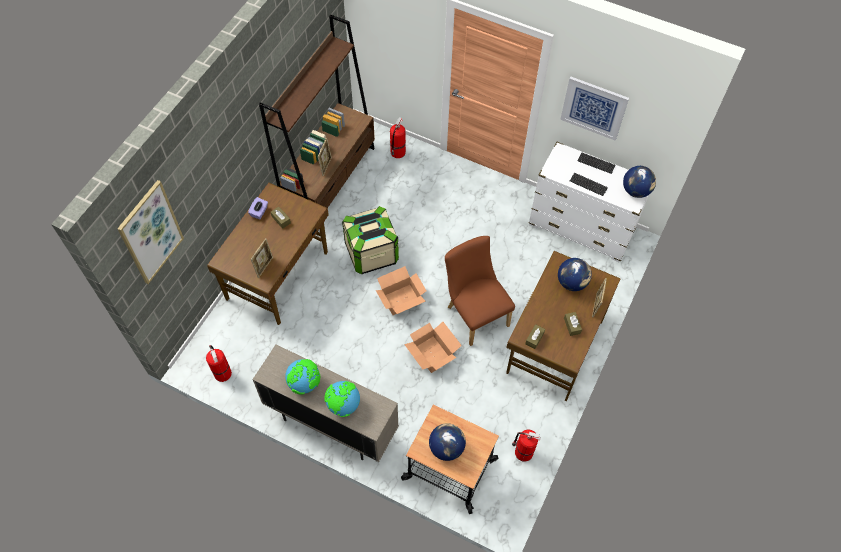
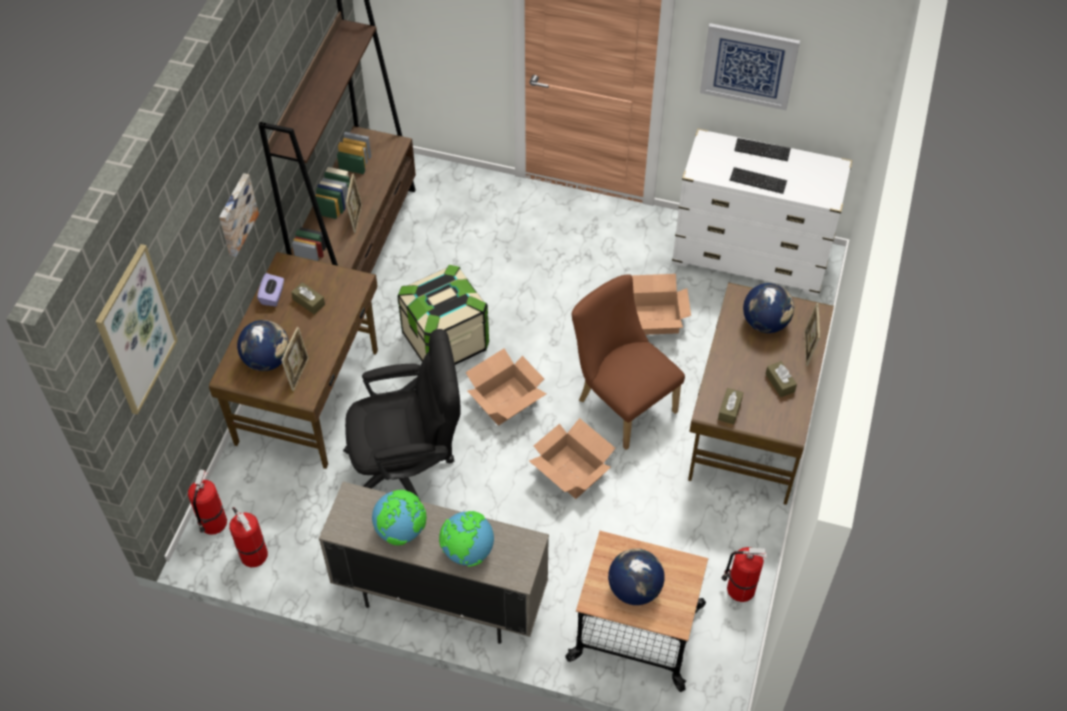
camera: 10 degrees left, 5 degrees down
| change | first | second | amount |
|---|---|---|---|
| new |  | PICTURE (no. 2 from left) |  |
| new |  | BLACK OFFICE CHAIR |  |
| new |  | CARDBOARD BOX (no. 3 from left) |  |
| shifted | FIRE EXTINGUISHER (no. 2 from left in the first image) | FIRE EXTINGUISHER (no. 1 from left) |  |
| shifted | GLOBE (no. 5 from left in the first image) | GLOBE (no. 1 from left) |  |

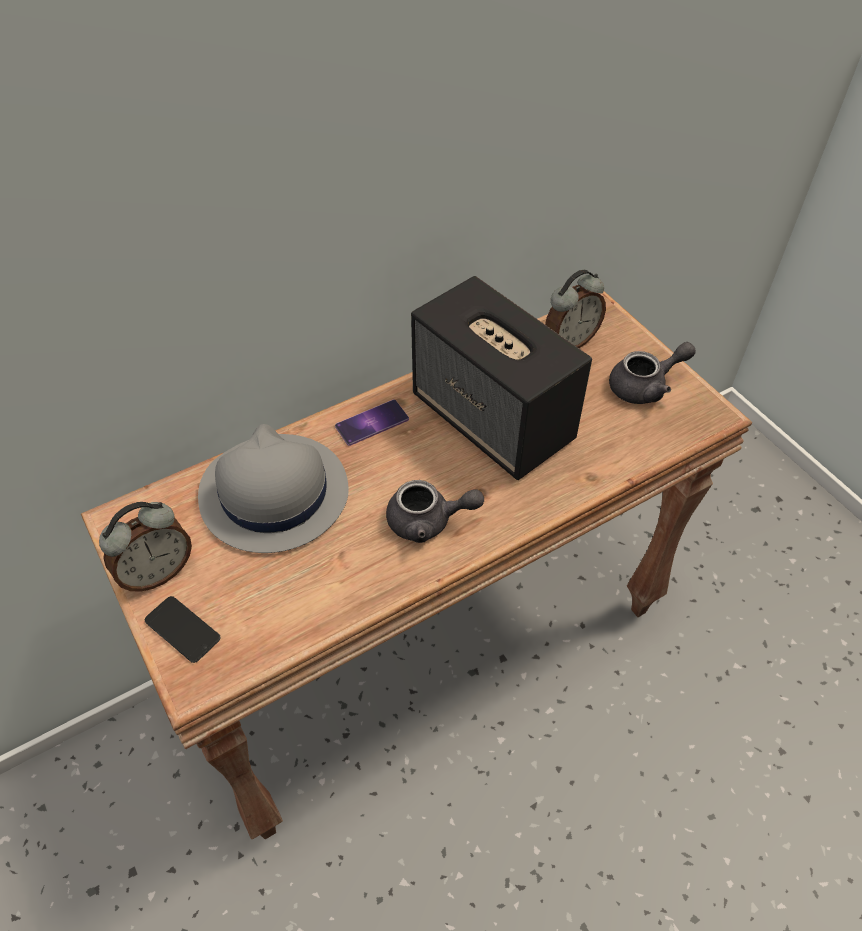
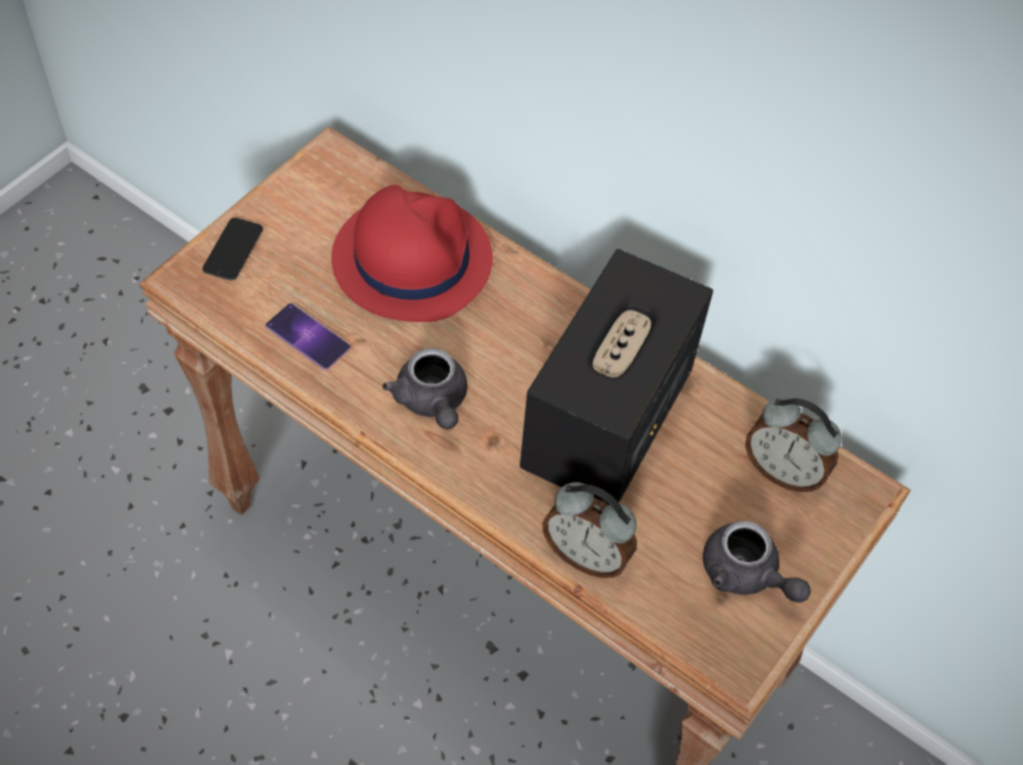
camera: 65 degrees right, 5 degrees up
| change | first | second | amount |
|---|---|---|---|
| shifted | ALARM CLOCK (no. 1 from left) |  |  |
| shifted | PHONE (no. 2 from left) |  |  |
| repainted | GREY HAT | RED HAT |  |

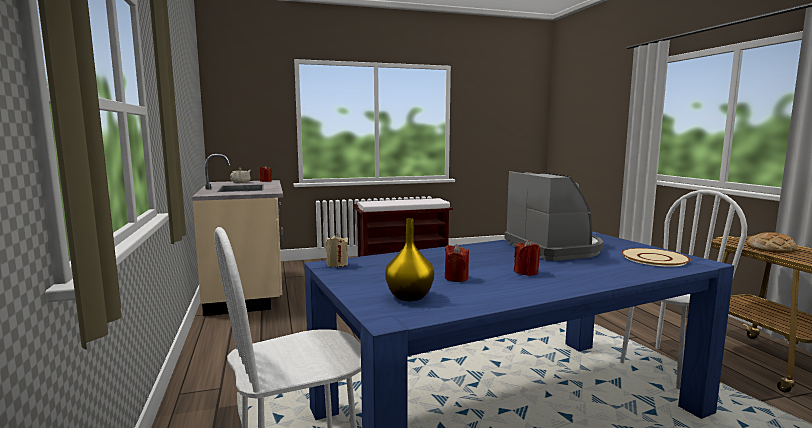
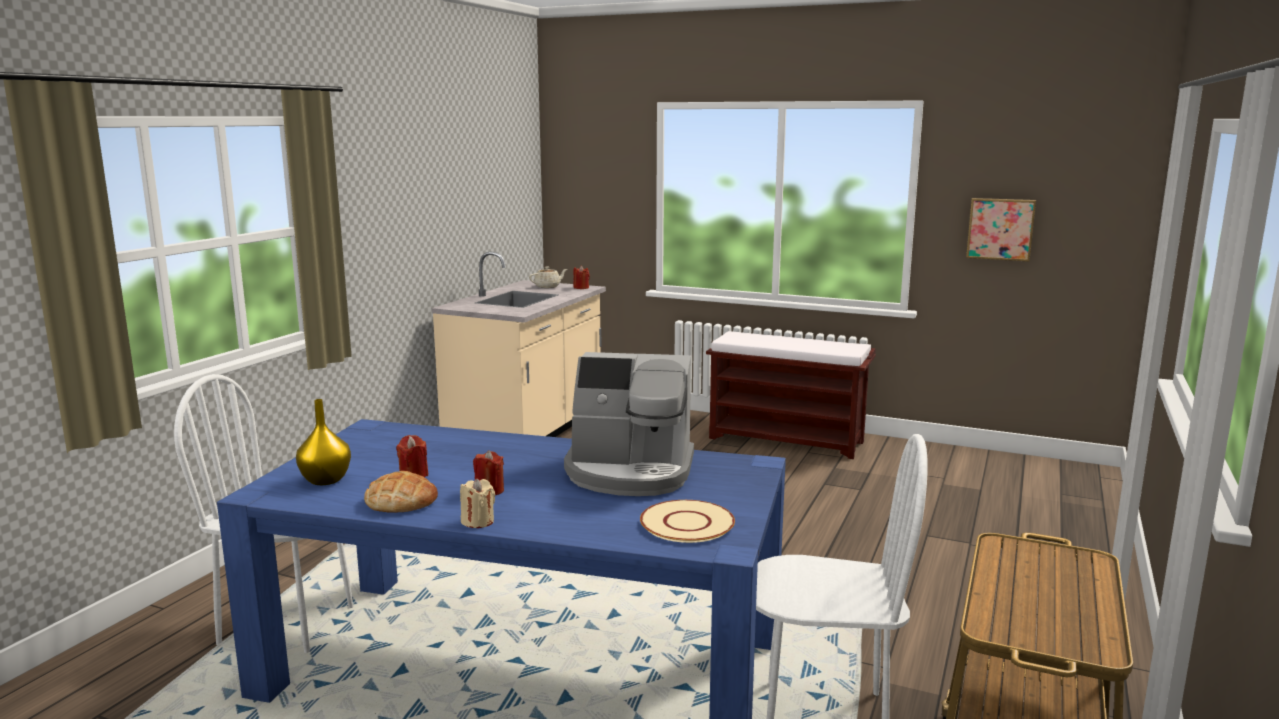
camera: 40 degrees right, 5 degrees up
| change | first | second | amount |
|---|---|---|---|
| new |  | PICTURE |  |
| shifted | BEIGE CANDLE |  |  |
| shifted | BREAD |  |  |
| rotated | COFFEE MACHINE |  | 75 degrees clockwise |

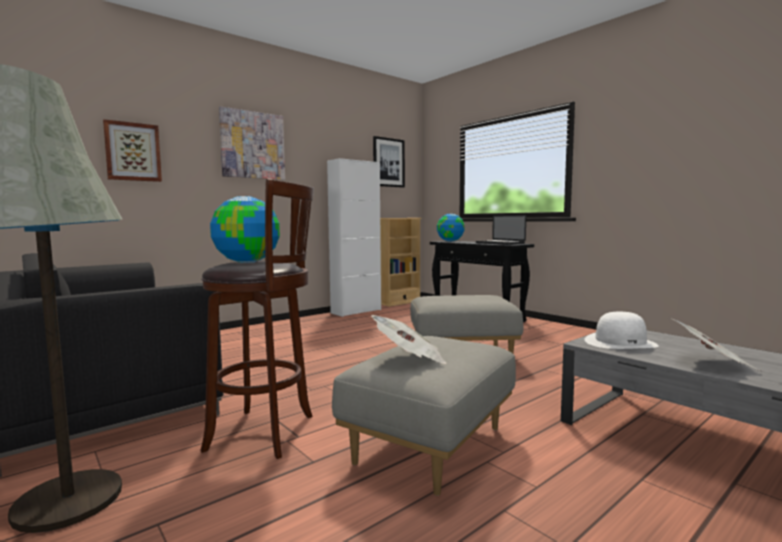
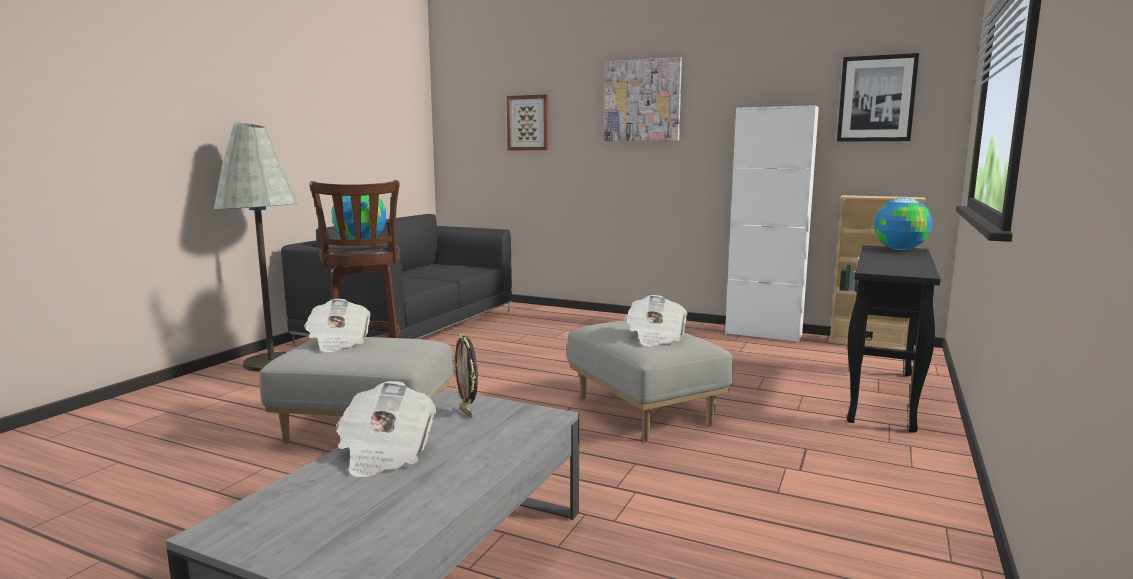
camera: 65 degrees right, 5 degrees up
| change | first | second | amount |
|---|---|---|---|
| gone | LAPTOP |  |  |
| new |  | NEWSPAPER (no. 3 from left) |  |
| swapped | WHITE HAT | PICTURE FRAME |  |

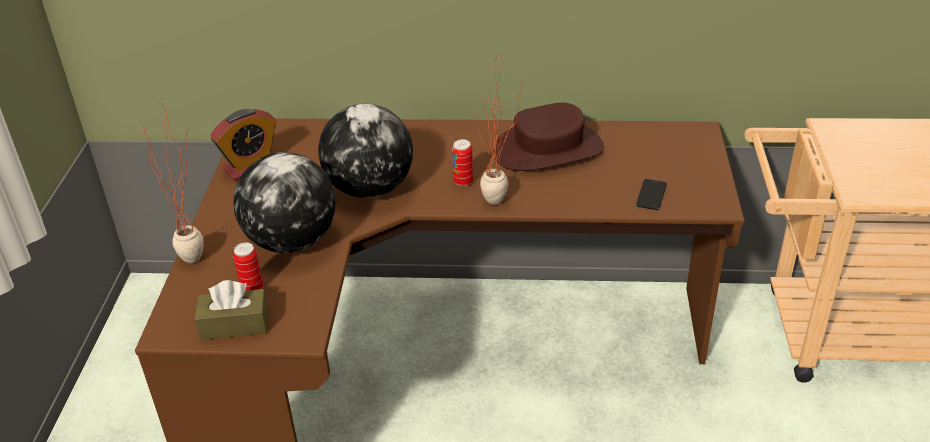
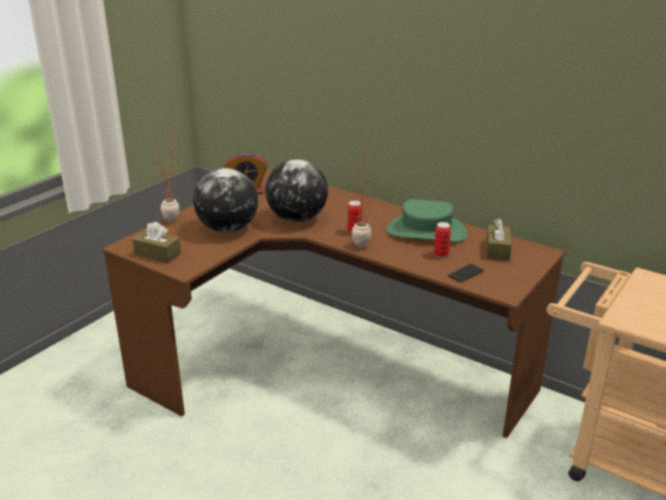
camera: 30 degrees right, 10 degrees down
| change | first | second | amount |
|---|---|---|---|
| new |  | BROWN TISSUE BOX (no. 2 from left) |  |
| shifted | CAN (no. 1 from left in the first image) | CAN (no. 2 from left) |  |
| repainted | BROWN HAT | GREEN HAT |  |

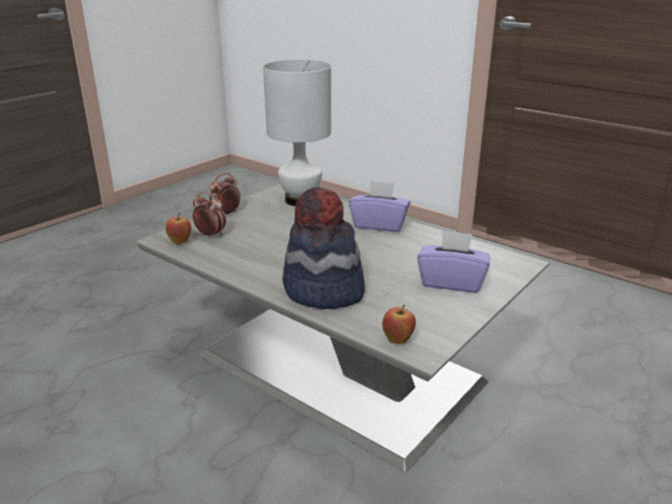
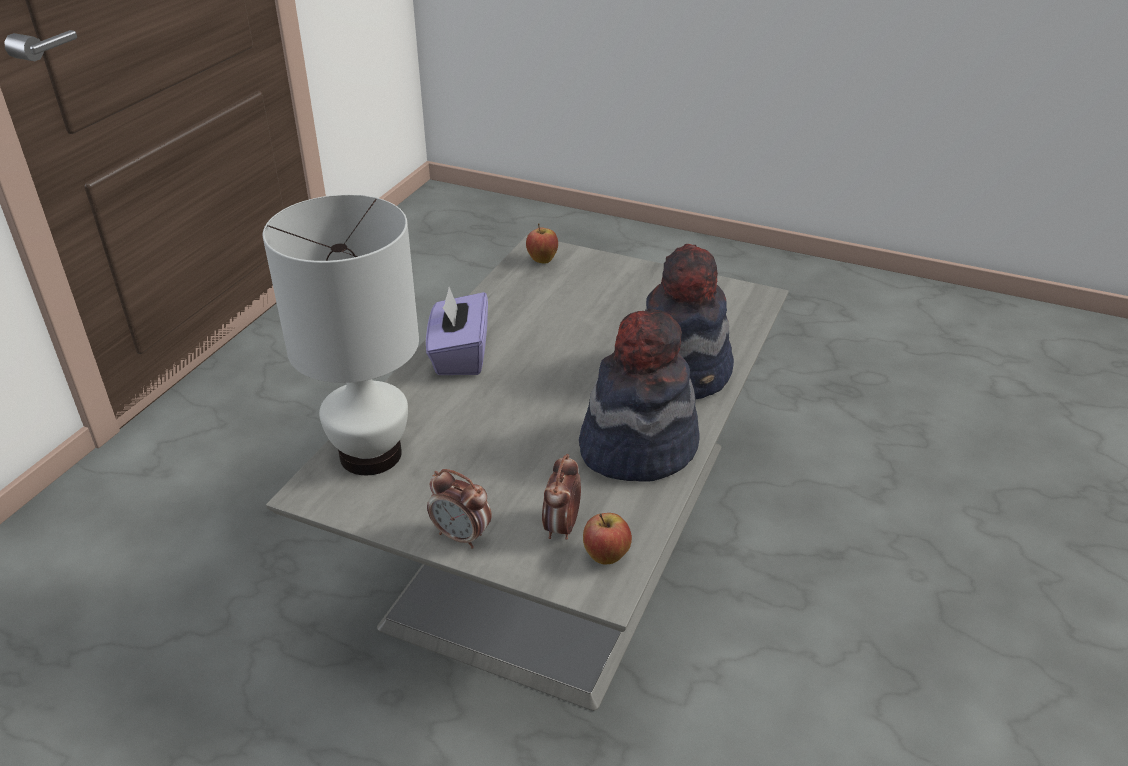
camera: 105 degrees left, 10 degrees up
| change | first | second | amount |
|---|---|---|---|
| gone | PURPLE TISSUE BOX (no. 2 from left) |  |  |
| new |  | HAT (no. 1 from left) |  |
| shifted | APPLE (no. 2 from left in the first image) | APPLE (no. 1 from left) |  |

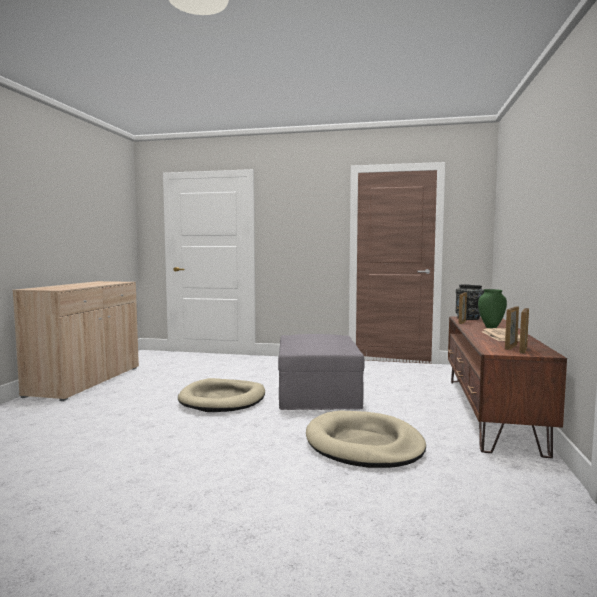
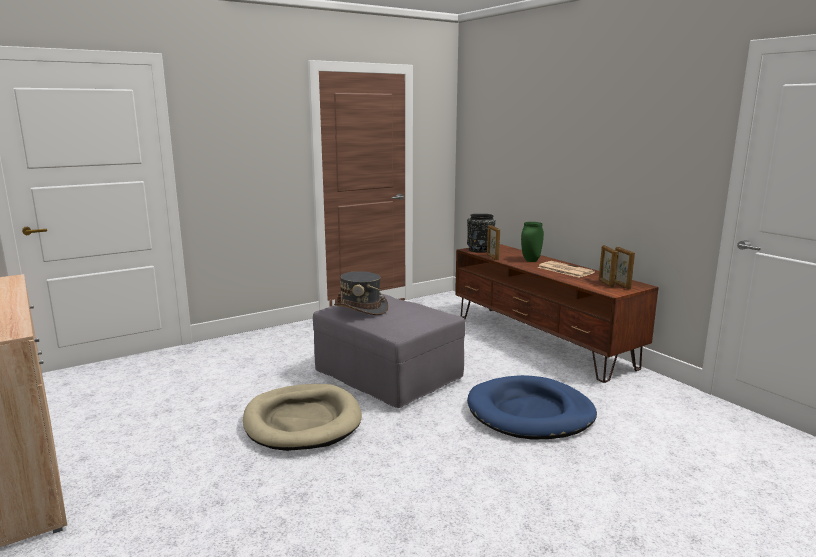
camera: 45 degrees left, 10 degrees up
| change | first | second | amount |
|---|---|---|---|
| new |  | GREY HAT |  |
| repainted | BEIGE DOG BED (no. 2 from left) | BLUE DOG BED |  |

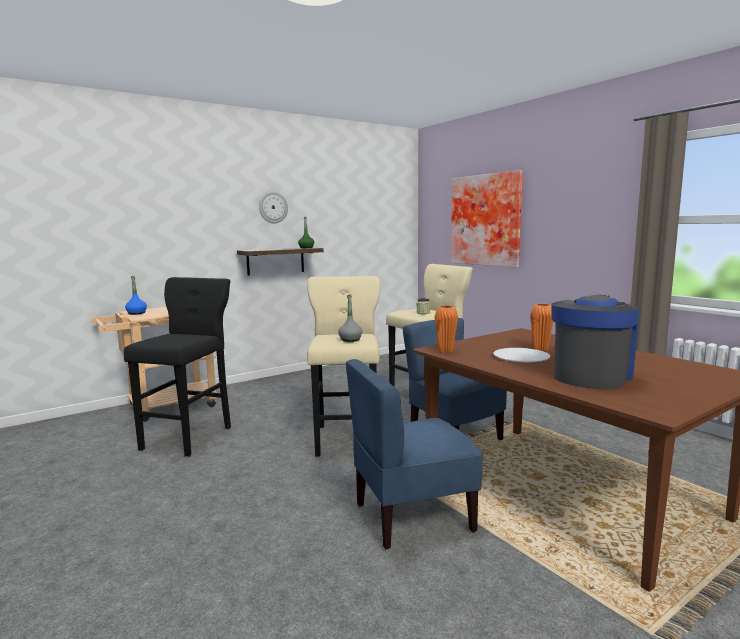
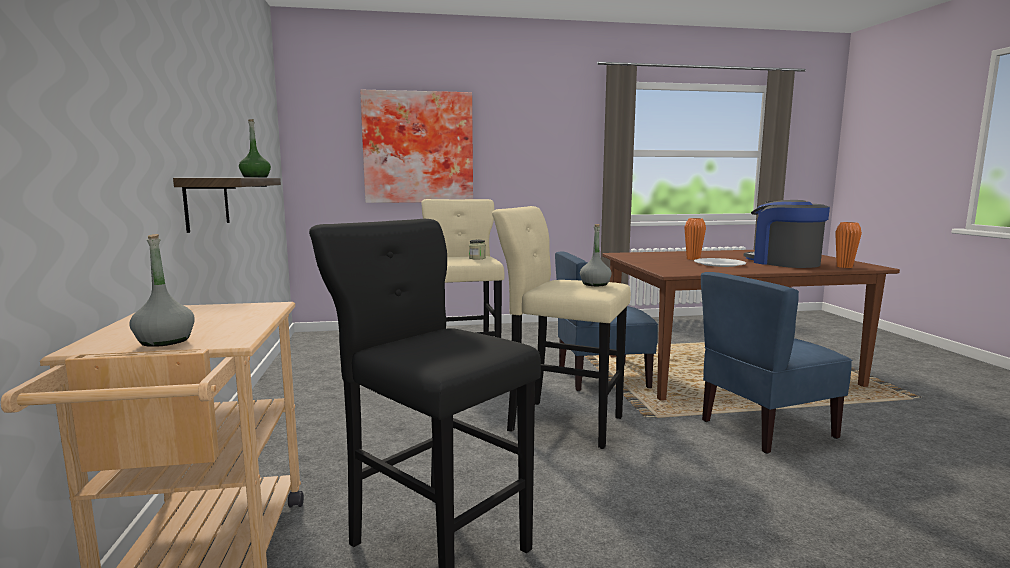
camera: 65 degrees left, 0 degrees up
| change | first | second | amount |
|---|---|---|---|
| gone | WALL CLOCK |  |  |
| shifted | ORANGE VASE (no. 1 from left in the first image) | ORANGE VASE (no. 2 from left) |  |
| repainted | BLUE BOTTLE | GREY BOTTLE (no. 1 from left) |  |
| rotated | BLUE CHAIR (no. 1 from left in the first image) | BLUE CHAIR (no. 2 from left) | 60 degrees clockwise |

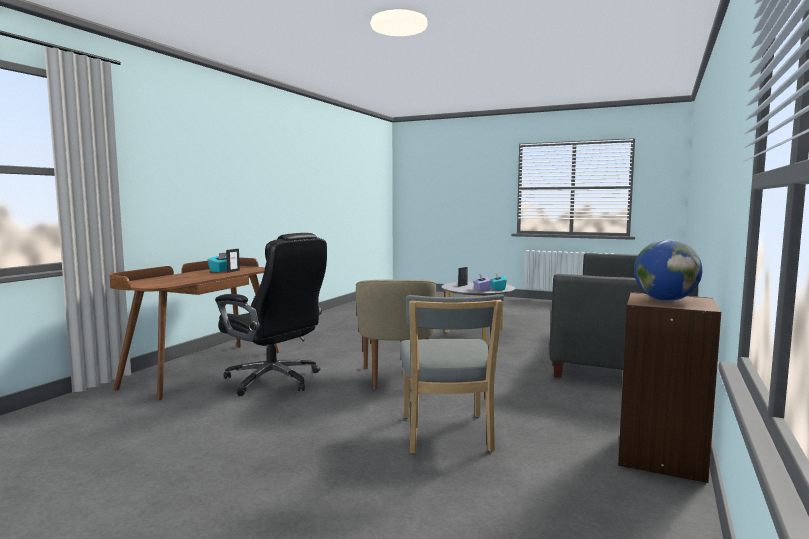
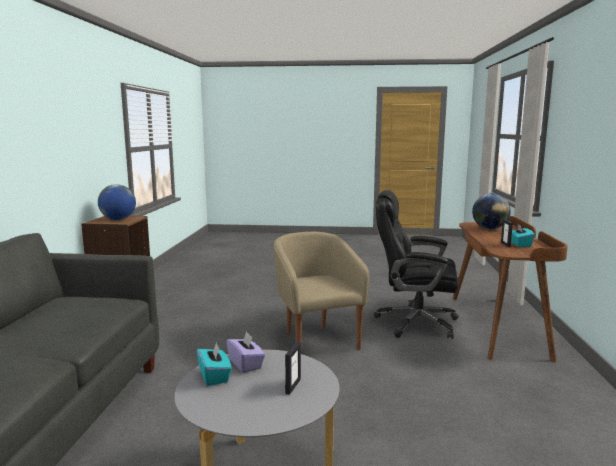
camera: 160 degrees right, 5 degrees up
| change | first | second | amount |
|---|---|---|---|
| gone | GREY CHAIR |  |  |
| new |  | GLOBE (no. 2 from left) |  |

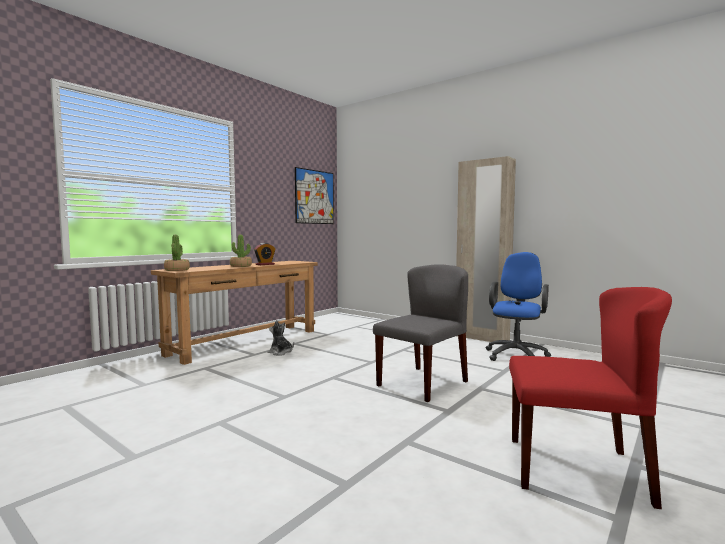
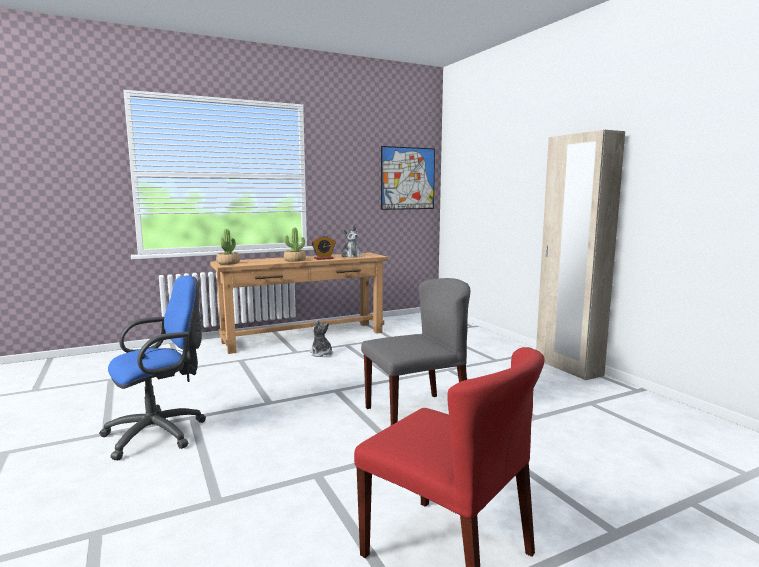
camera: 25 degrees right, 5 degrees up
| change | first | second | amount |
|---|---|---|---|
| new |  | PLUSH TOY (no. 2 from left) |  |
| shifted | BLUE OFFICE CHAIR |  |  |

